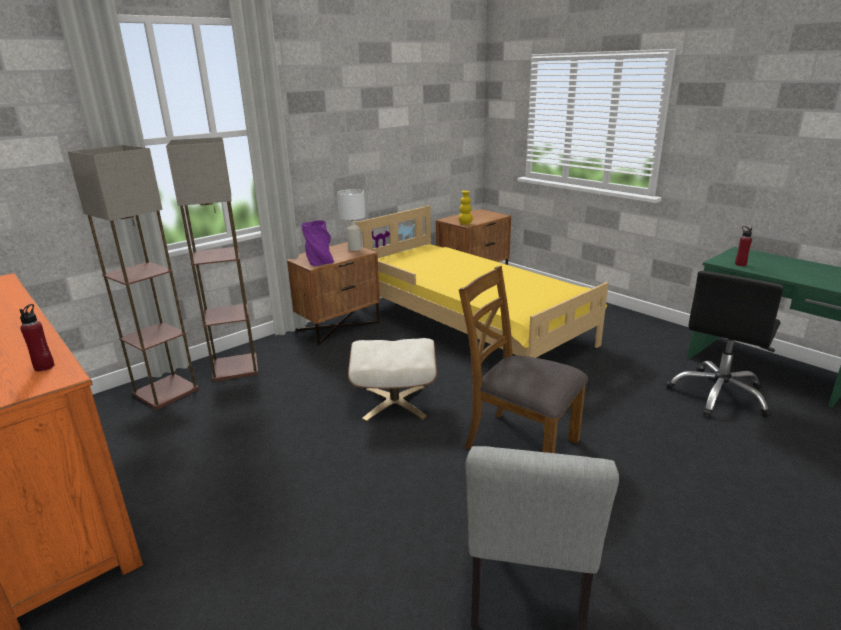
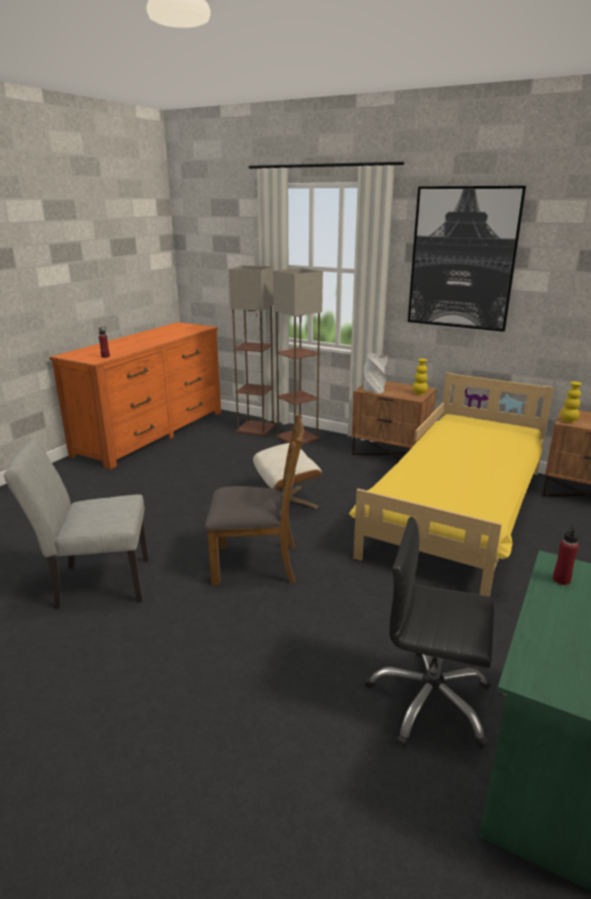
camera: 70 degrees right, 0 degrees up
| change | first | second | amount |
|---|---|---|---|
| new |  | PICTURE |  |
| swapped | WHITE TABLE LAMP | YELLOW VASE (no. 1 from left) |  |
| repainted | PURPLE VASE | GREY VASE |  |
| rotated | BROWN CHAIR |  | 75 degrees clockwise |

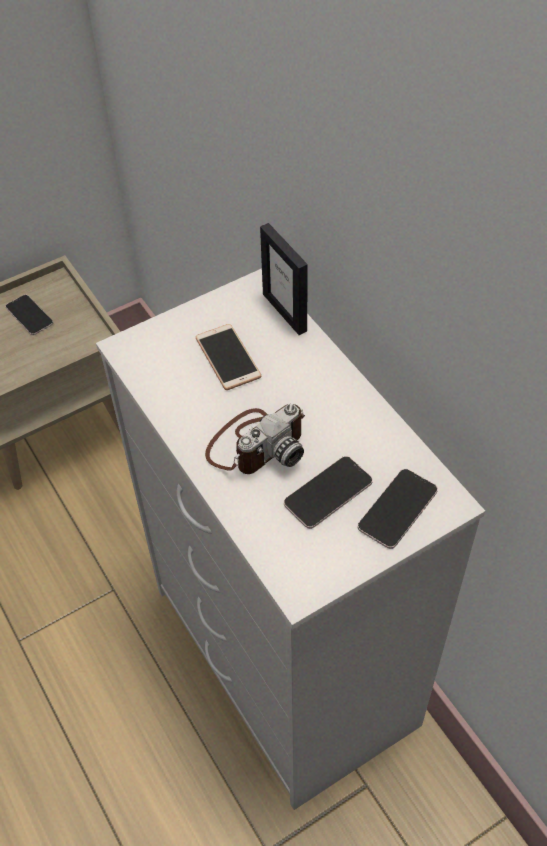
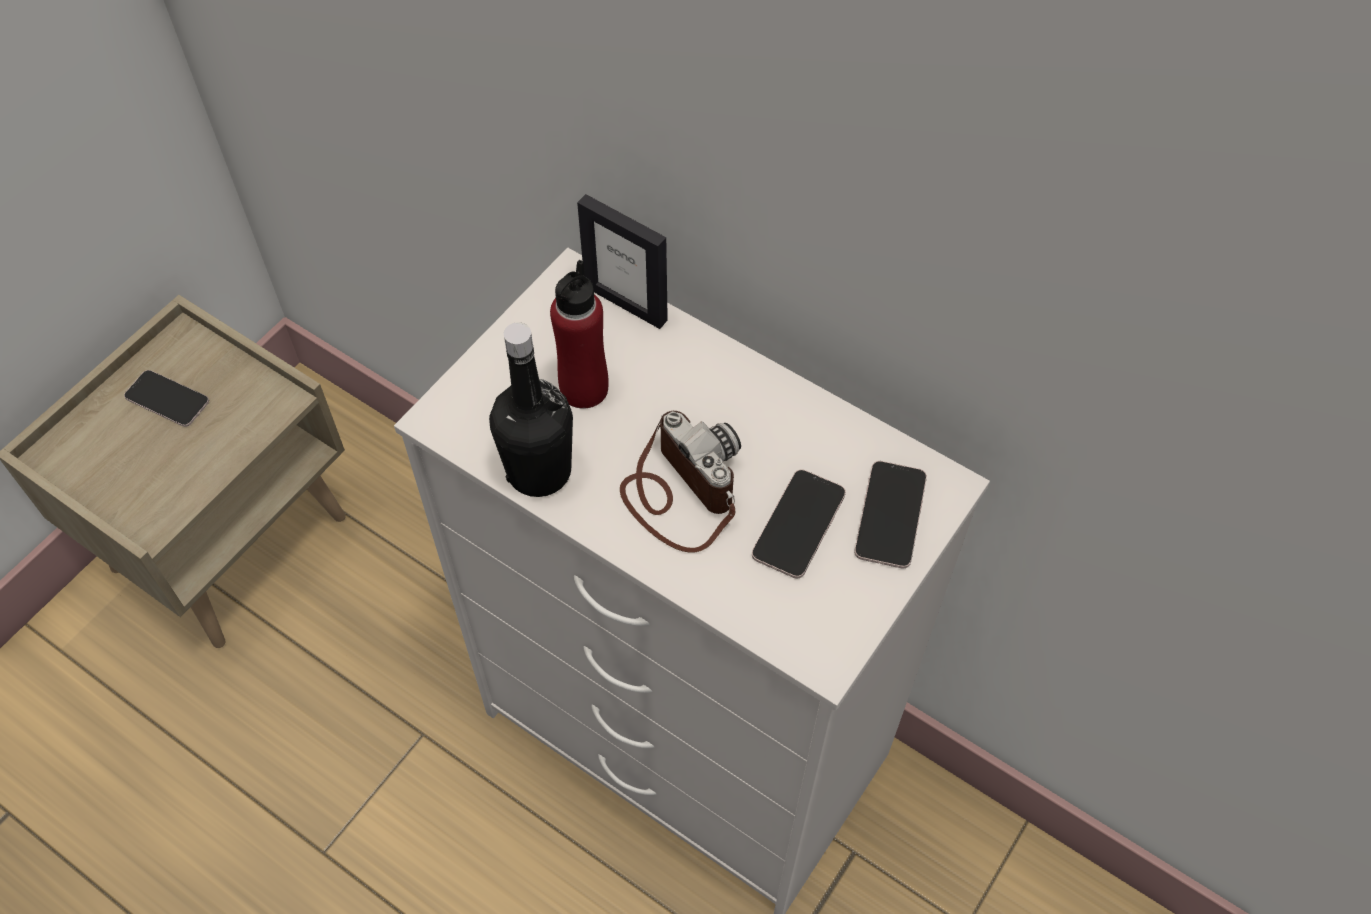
camera: 25 degrees left, 5 degrees up
| change | first | second | amount |
|---|---|---|---|
| new |  | BLACK BOTTLE |  |
| swapped | PHONE (no. 2 from left) | RED BOTTLE |  |
| rotated | PHOTO CAMERA |  | 60 degrees counterclockwise |

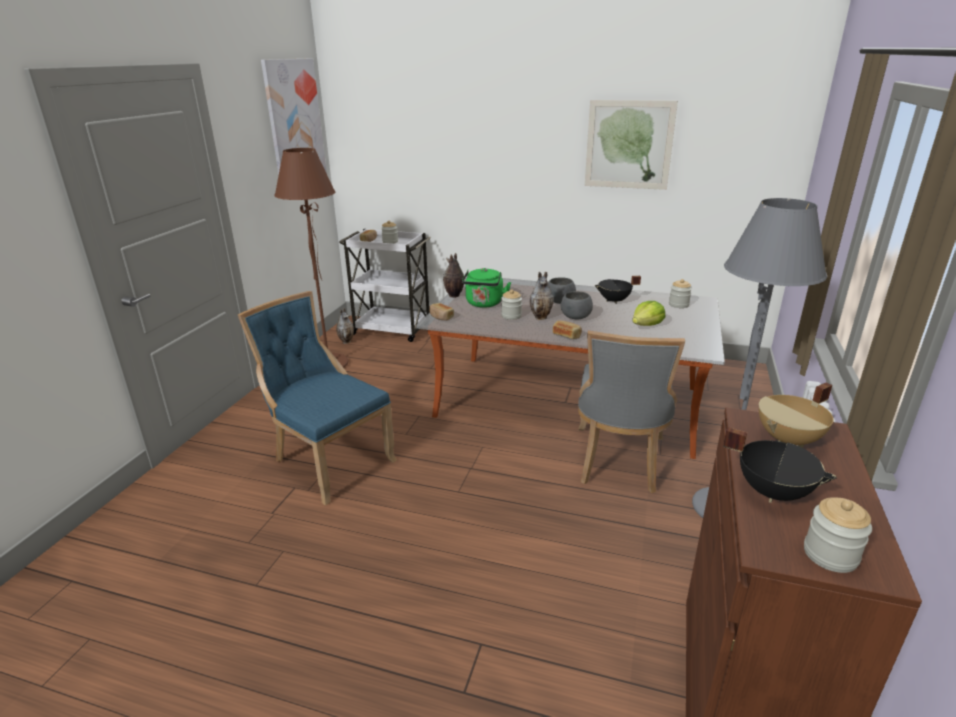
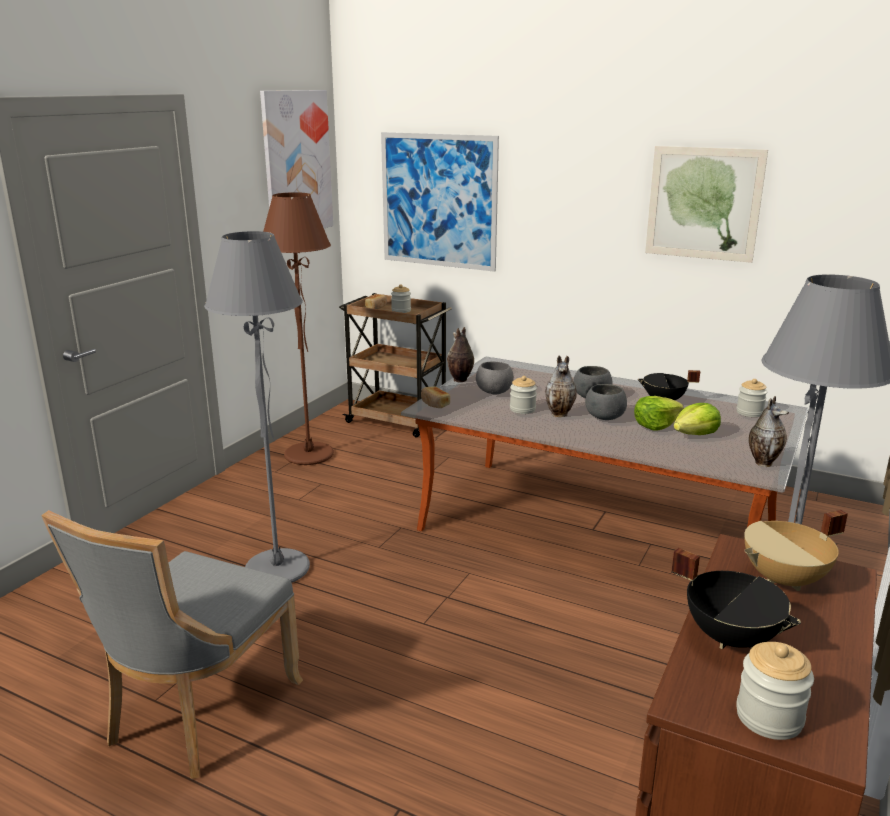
camera: 10 degrees right, 5 degrees down
| change | first | second | amount |
|---|---|---|---|
| gone | BREAD (no. 3 from left) |  |  |
| new |  | PICTURE (no. 2 from left) |  |
| new |  | LETTUCE (no. 1 from left) |  |
| shifted | VASE (no. 1 from left in the first image) | VASE (no. 3 from left) |  |
| shifted | GREY CHAIR |  |  |
| swapped | BLUE CHAIR | GREY FLOOR LAMP (no. 1 from left) |  |
| swapped | GREEN KETTLE | GREY BOWL (no. 1 from left) |  |
| repainted | WHITE CART | BROWN CART |  |

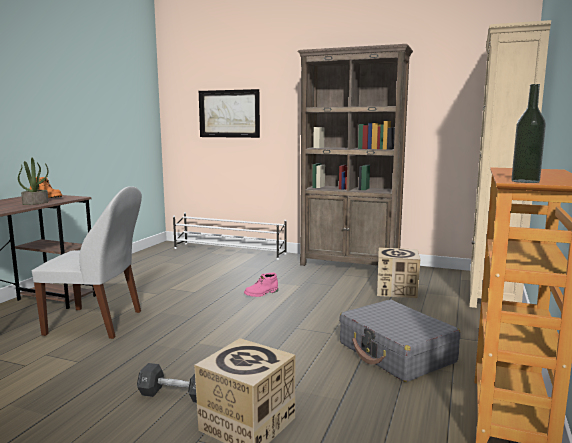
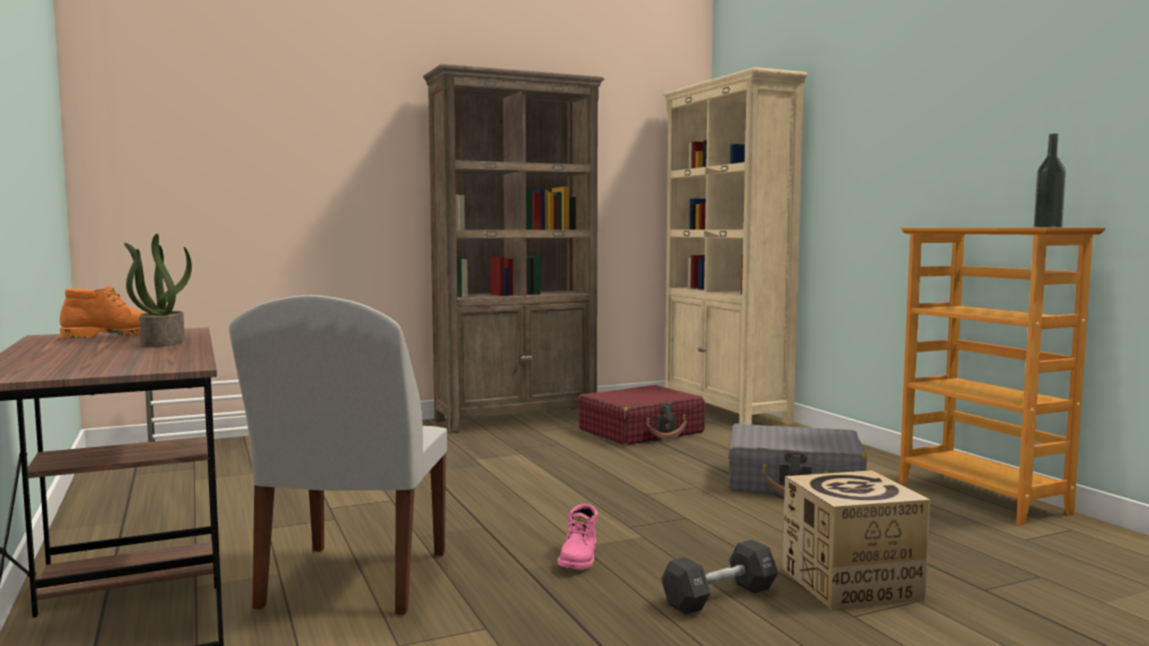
camera: 45 degrees left, 5 degrees down
| change | first | second | amount |
|---|---|---|---|
| gone | PICTURE |  |  |
| shifted | PINK BOOT |  |  |
| swapped | CARDBOARD BOX (no. 2 from left) | RED SUITCASE |  |
| rotated | WHITE CHAIR |  | 135 degrees clockwise |

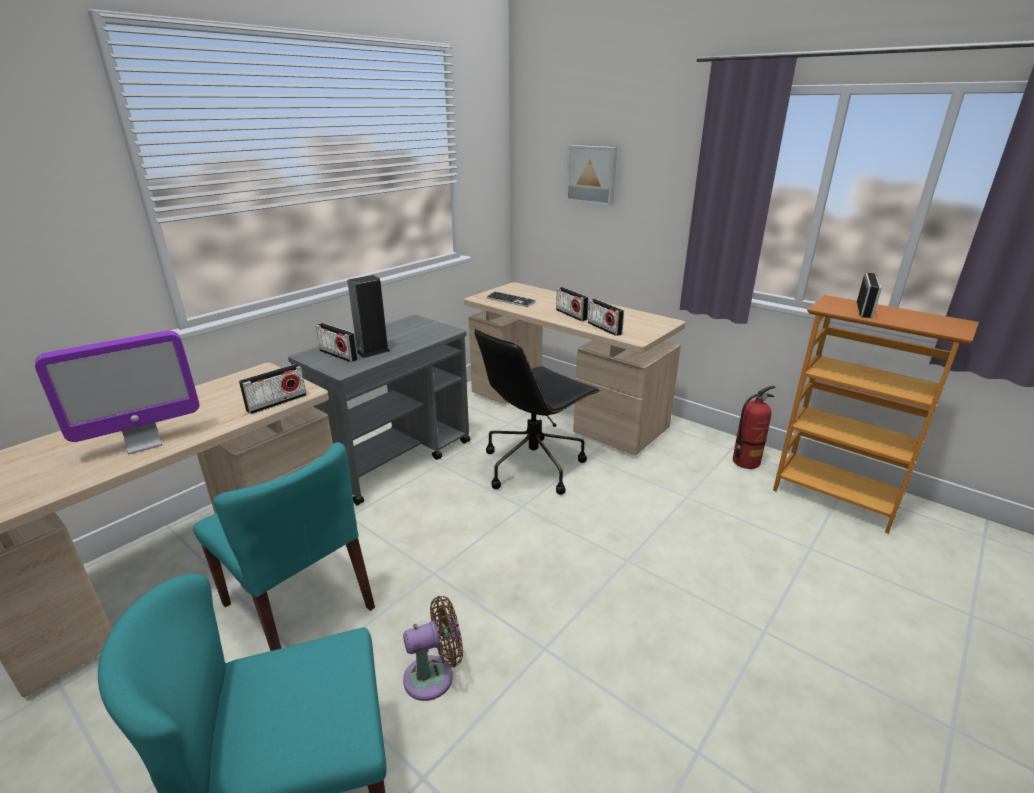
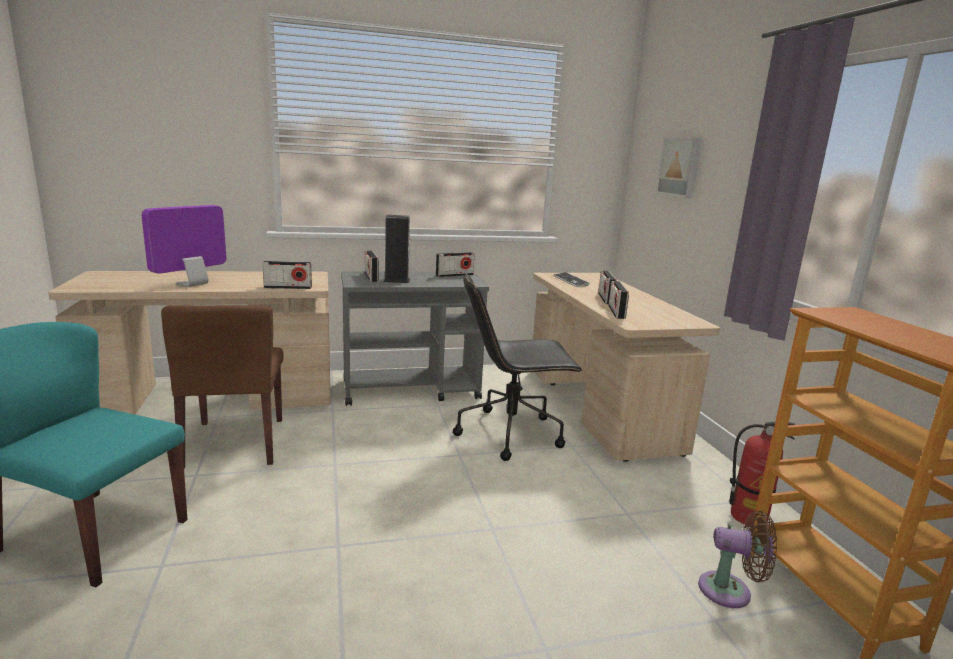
camera: 35 degrees right, 10 degrees down
| change | first | second | amount |
|---|---|---|---|
| shifted | BROWN FAN |  |  |
| shifted | RADIO (no. 5 from left in the first image) | RADIO (no. 3 from left) |  |
| repainted | TURQUOISE CHAIR (no. 2 from left) | BROWN CHAIR |  |
| rotated | MONITOR |  | 120 degrees clockwise |

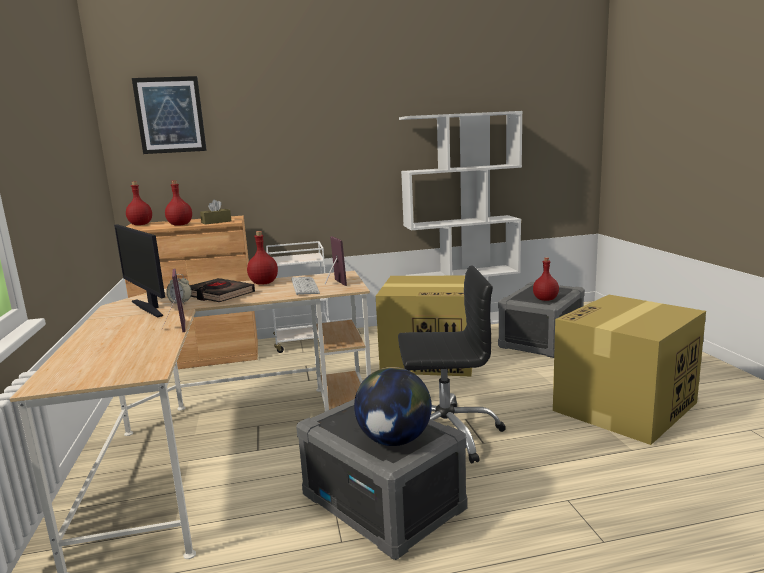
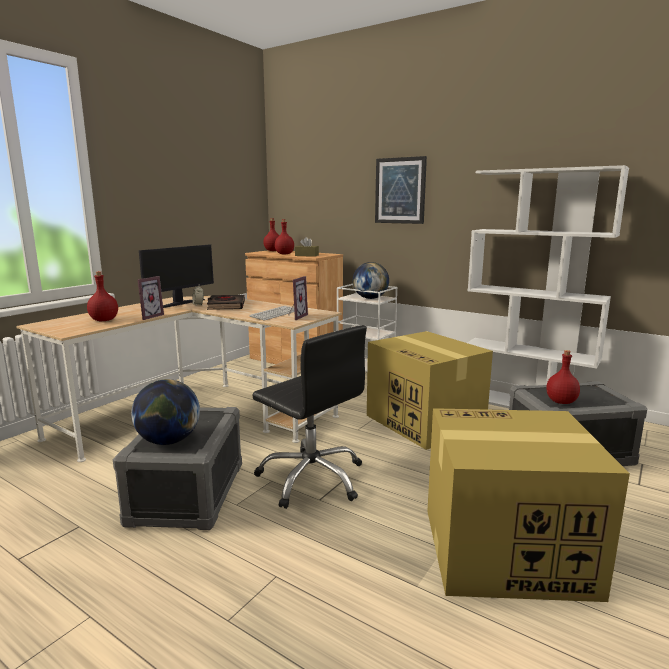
camera: 45 degrees right, 0 degrees up
| change | first | second | amount |
|---|---|---|---|
| new |  | GLOBE (no. 2 from left) |  |
| shifted | PICTURE |  |  |
| shifted | RED BOTTLE (no. 3 from left in the first image) | RED BOTTLE (no. 1 from left) |  |
| rotated | MONITOR |  | 150 degrees counterclockwise |

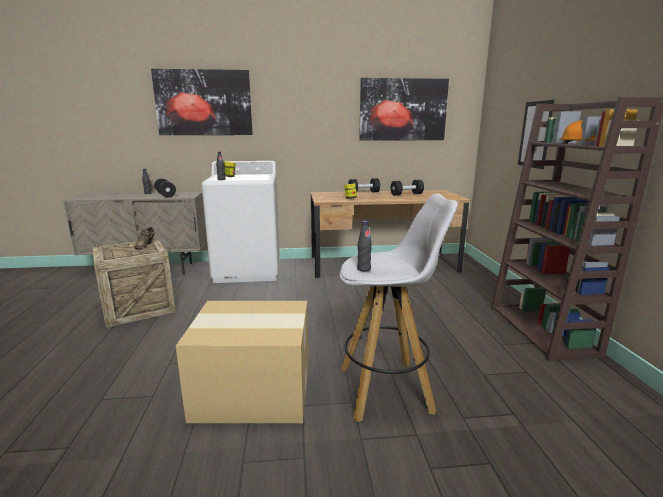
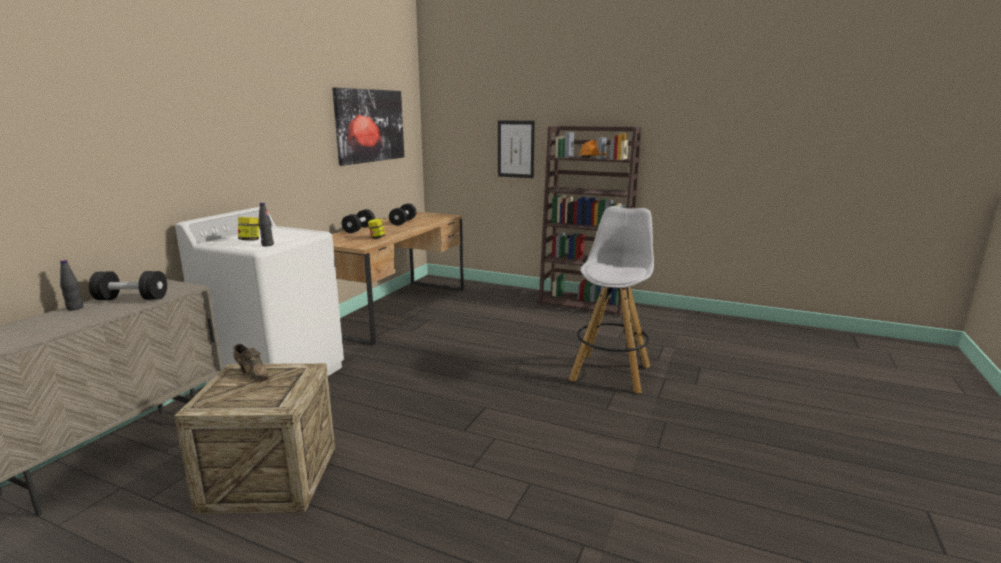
camera: 60 degrees left, 0 degrees up
| change | first | second | amount |
|---|---|---|---|
| gone | PICTURE (no. 1 from left) |  |  |
| gone | CARDBOARD BOX |  |  |
| gone | BLACK BOTTLE (no. 3 from left) |  |  |

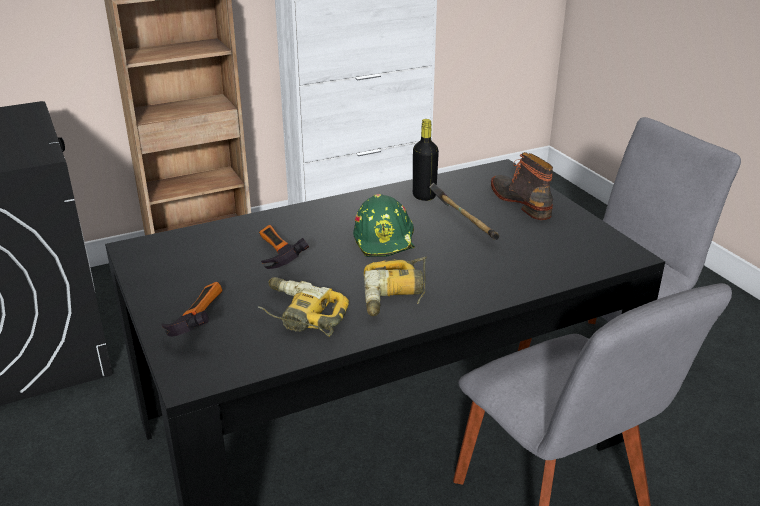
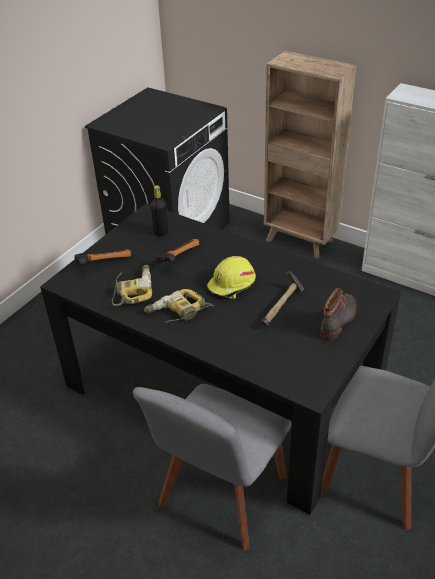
camera: 60 degrees right, 10 degrees up
| change | first | second | amount |
|---|---|---|---|
| shifted | BLACK BOTTLE |  |  |
| repainted | GREEN HARD HAT | YELLOW HARD HAT |  |

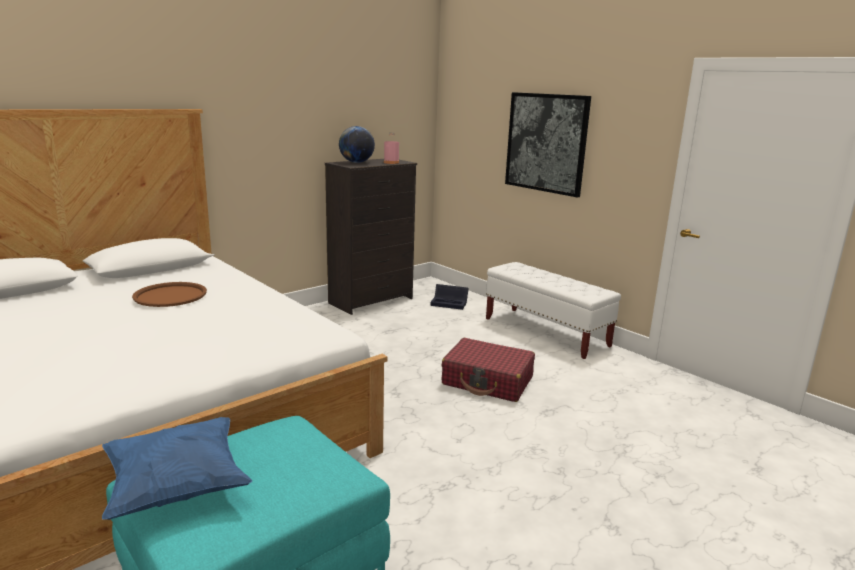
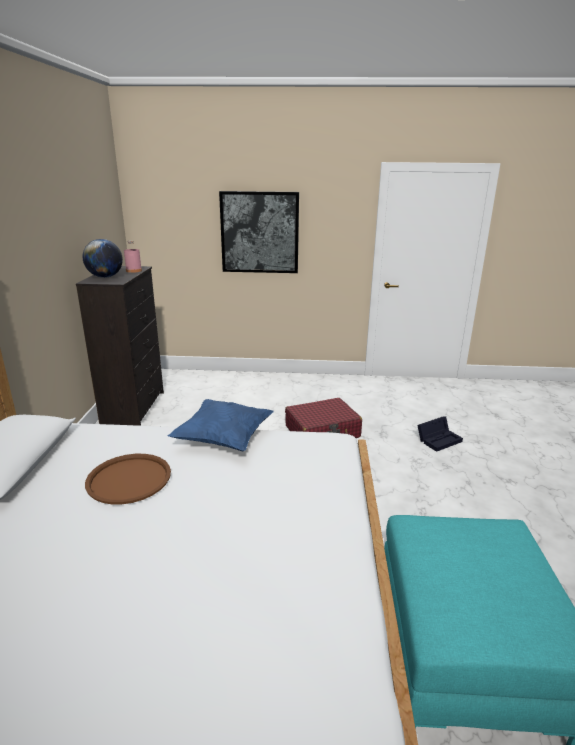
camera: 45 degrees left, 5 degrees up
| change | first | second | amount |
|---|---|---|---|
| gone | WHITE BENCH |  |  |
| shifted | BLUE PILLOW |  |  |
| shifted | BLACK STORAGE BOX |  |  |

